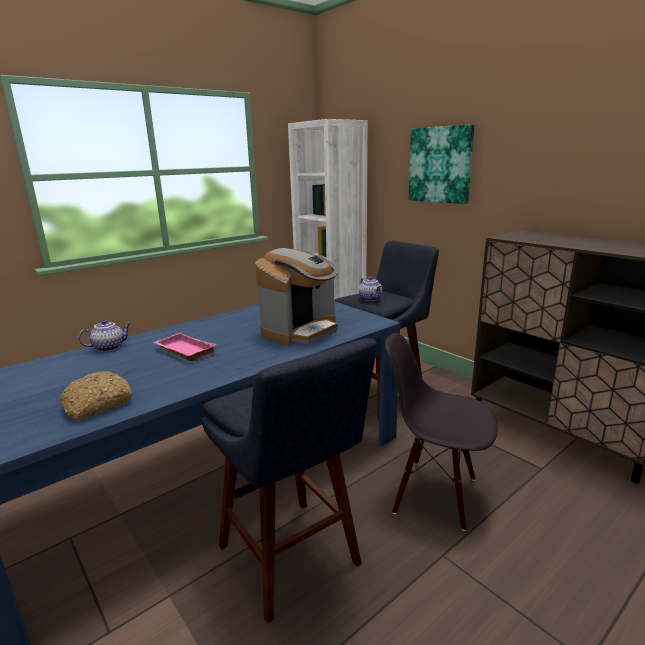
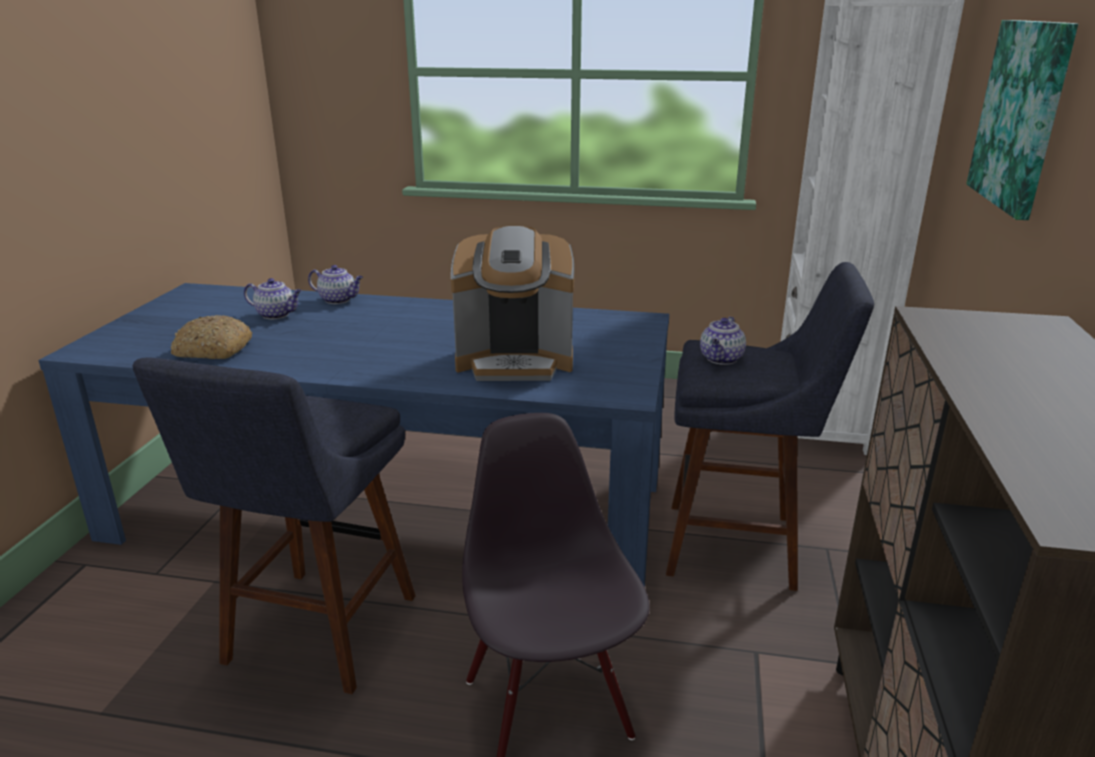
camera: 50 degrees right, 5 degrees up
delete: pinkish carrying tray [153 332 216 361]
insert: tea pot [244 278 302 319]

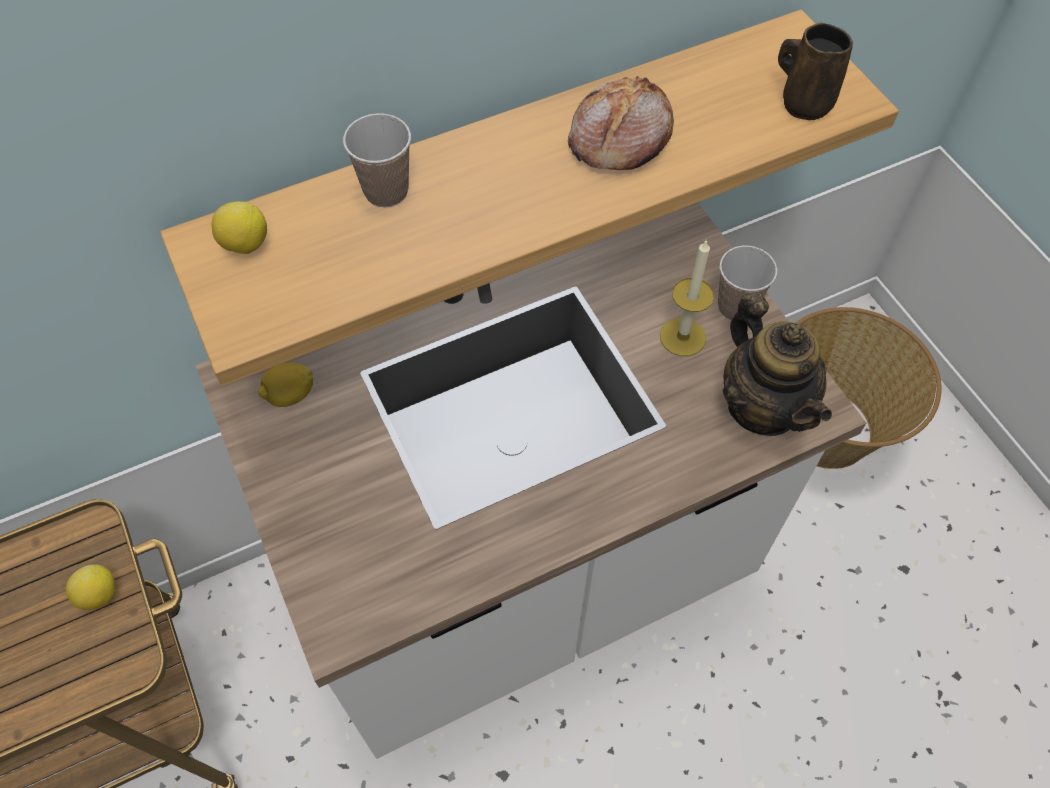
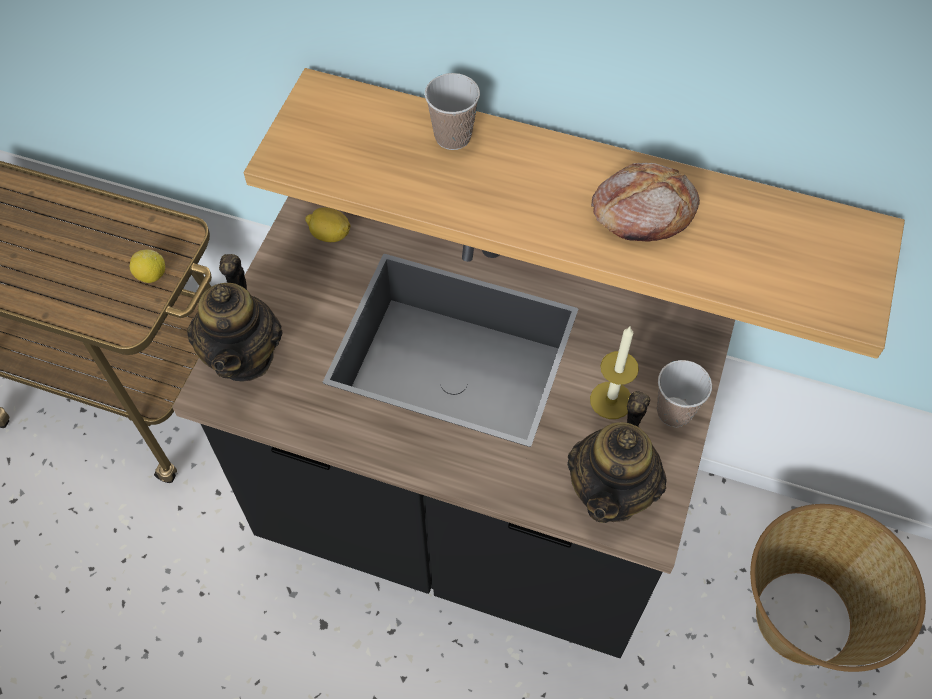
camera: 45 degrees right, 0 degrees up
delete: citrus fruit [212 201 267 254]; brown mug [778 23 853 120]
insert: tea pot [187 254 282 382]
recolor: white-coloured kitchen counter [195 202 866 759] to blackish kitchen counter [172 196 735 658]

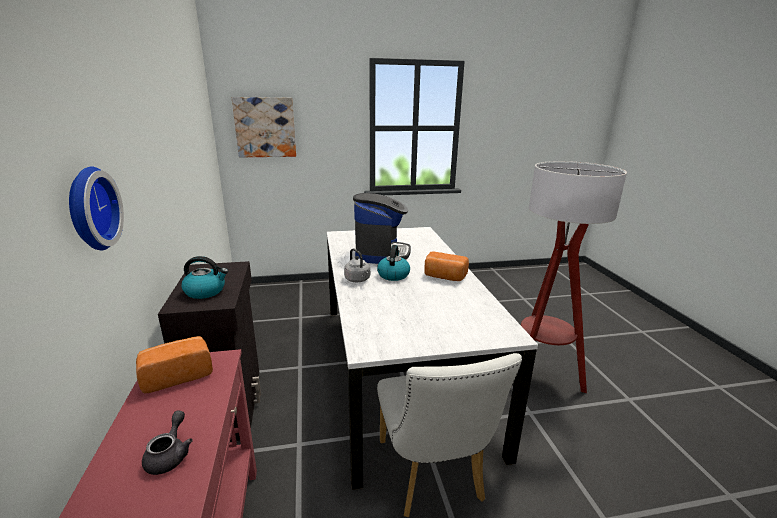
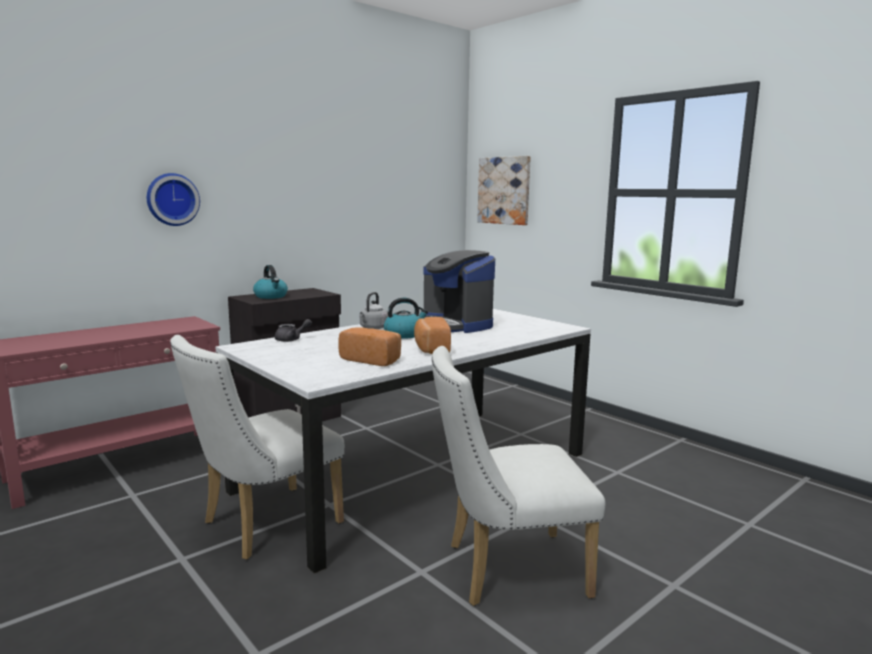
camera: 60 degrees right, 10 degrees down
move: bakery bread [136 336 213 393] to [338 327 401 366]; grey tea pot [142 411 193 475] to [275 319 312 342]
replace: floor lamp [521 161 627 393] to white-coloured plain chair [432 346 605 606]
rotate: coffee machine [353 193 411 264] = [423 250 495 333] 75 degrees clockwise

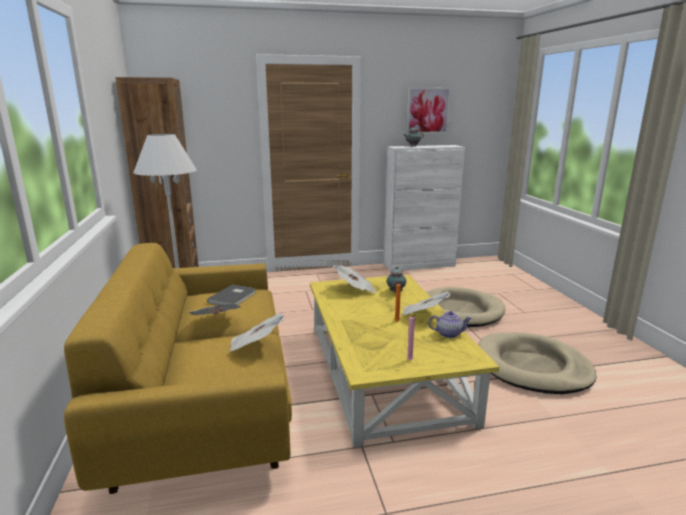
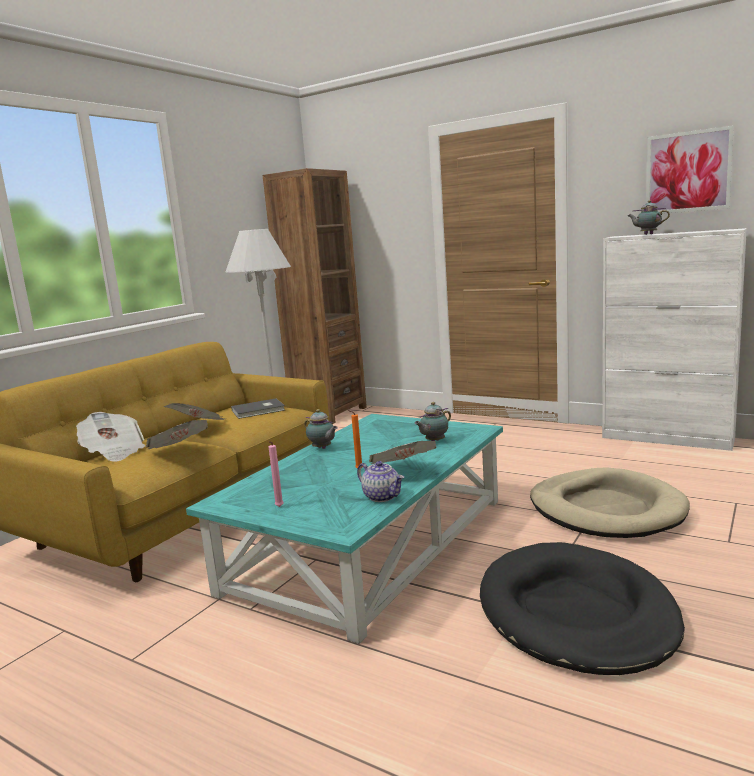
camera: 45 degrees right, 5 degrees down
insert: tea pot [304 409 338 449]
move: newspaper [333 266 377 293] to [76 412 145 462]
recolor: yellowish lounge table [310 275 499 447] to blue-green lounge table [186 414 503 644]; sand-coloured pet bed [478 332 596 394] to blackish pet bed [480 542 685 675]

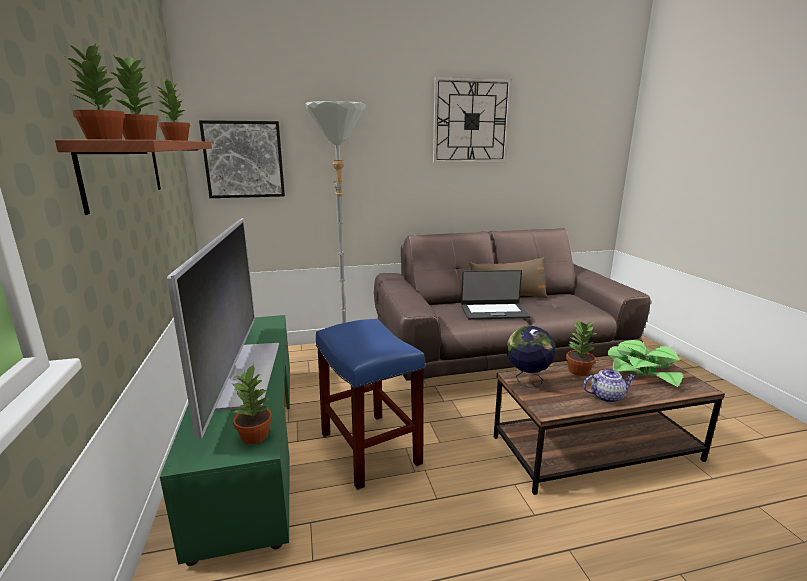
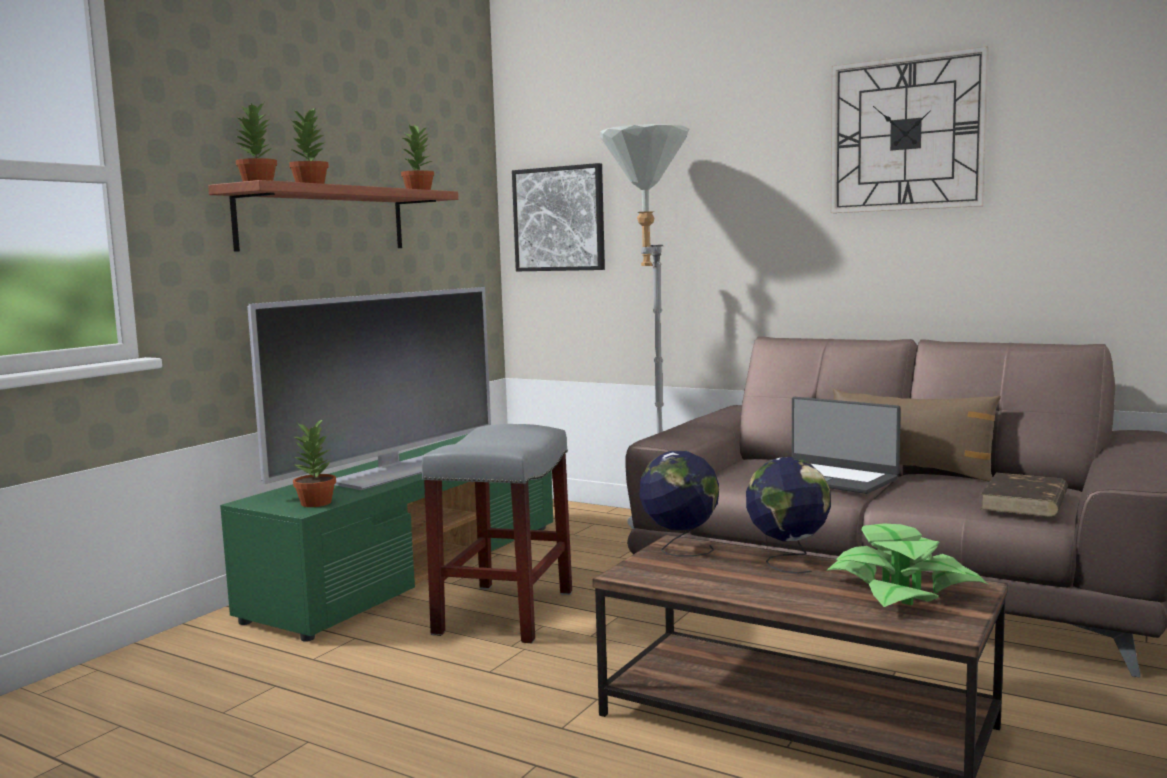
camera: 45 degrees right, 10 degrees down
delete: tea pot [583 369 636 403]
insert: brown bound book [981 473 1068 517]
replace: houseplant [566 320 596 376] to world globe [746 457 831 574]
recolor: blue-coloured stool [316 319 425 490] to grey stool [422 424 572 643]

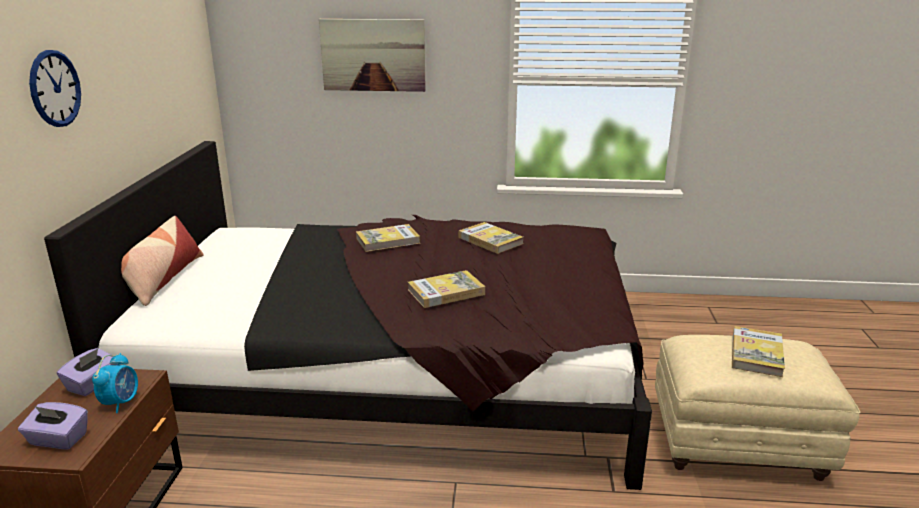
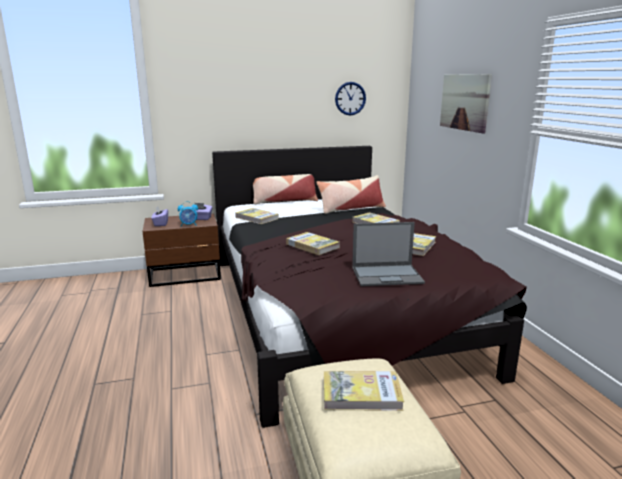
camera: 70 degrees right, 5 degrees down
insert: bound book [235 208 279 224]; pillow [316 175 386 214]; laptop [352 222 425 286]
move: wall clock [29 50 81 127] to [335 82 366 115]

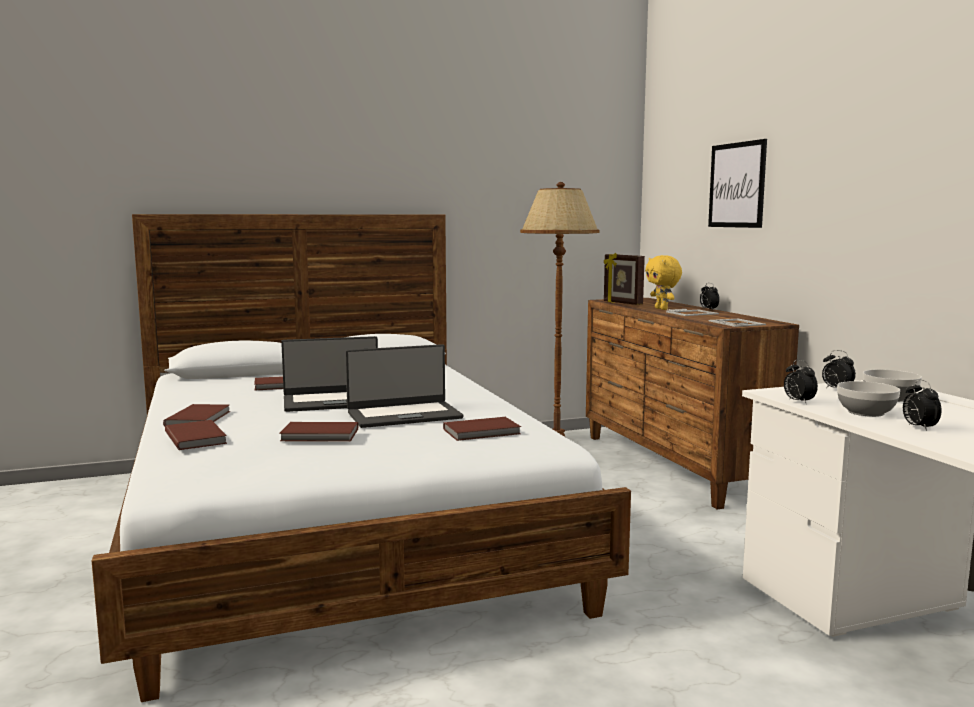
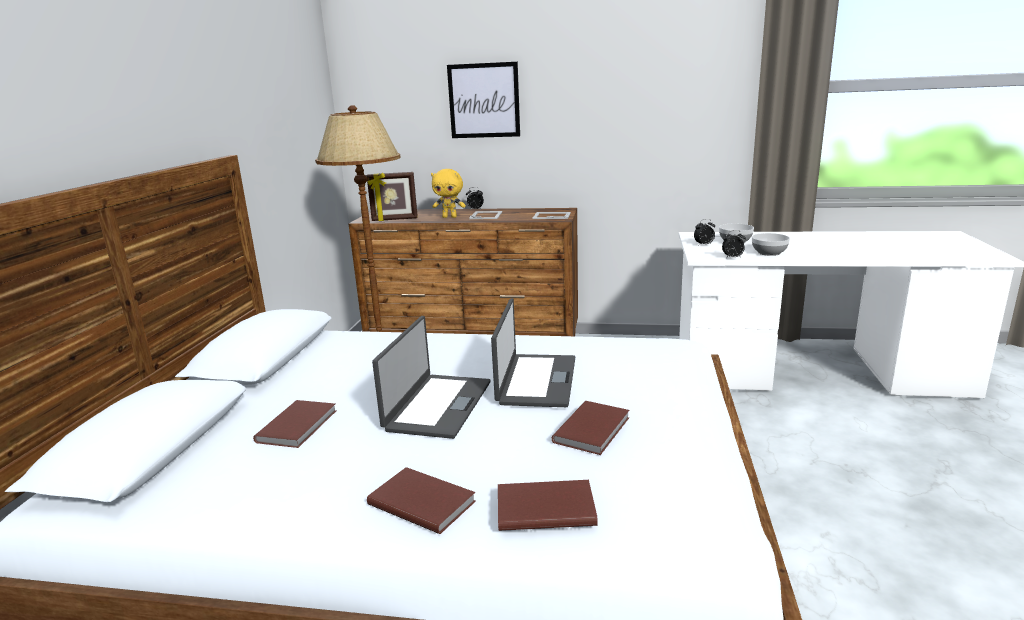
camera: 60 degrees left, 10 degrees up
delete: brown bound book [443 417 521 441]; bedside clock [903 380 942 431]

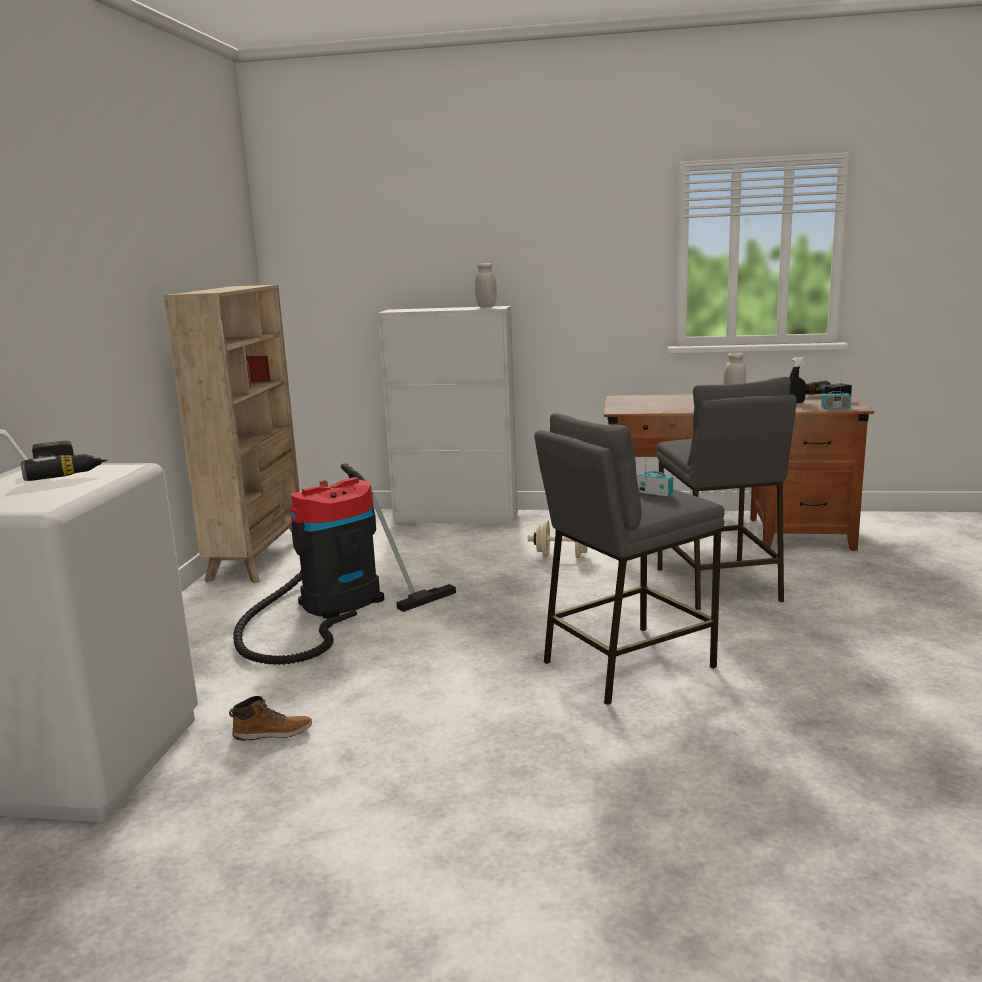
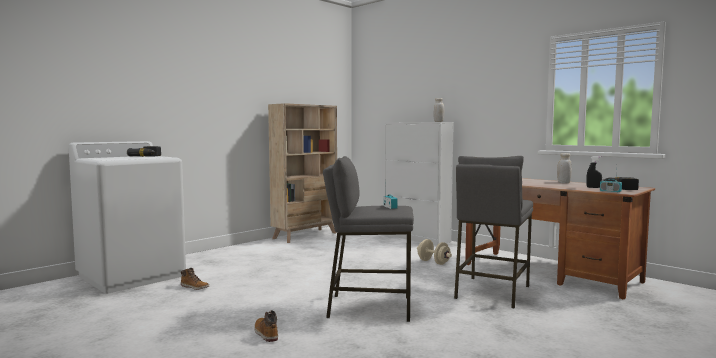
camera: 35 degrees right, 10 degrees down
delete: hoover [233 464 456 665]
insert: tall boot [255 310 278 342]

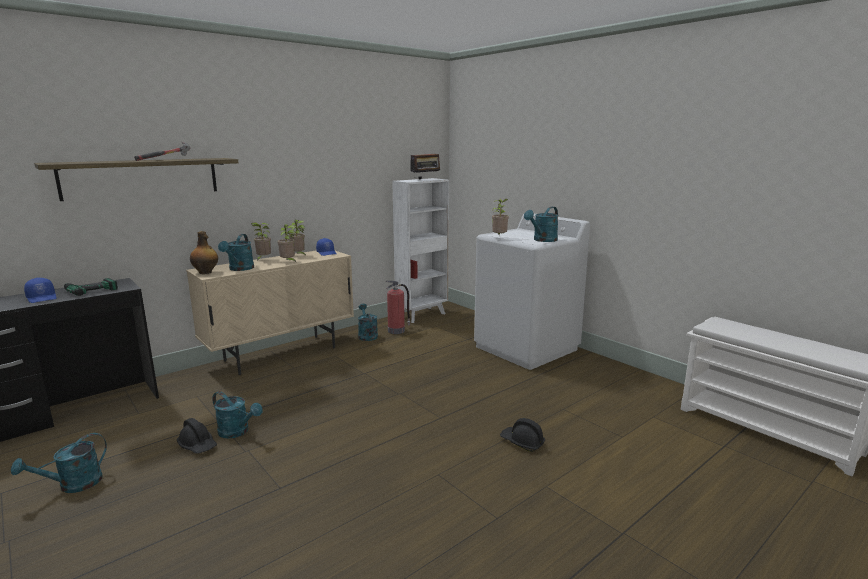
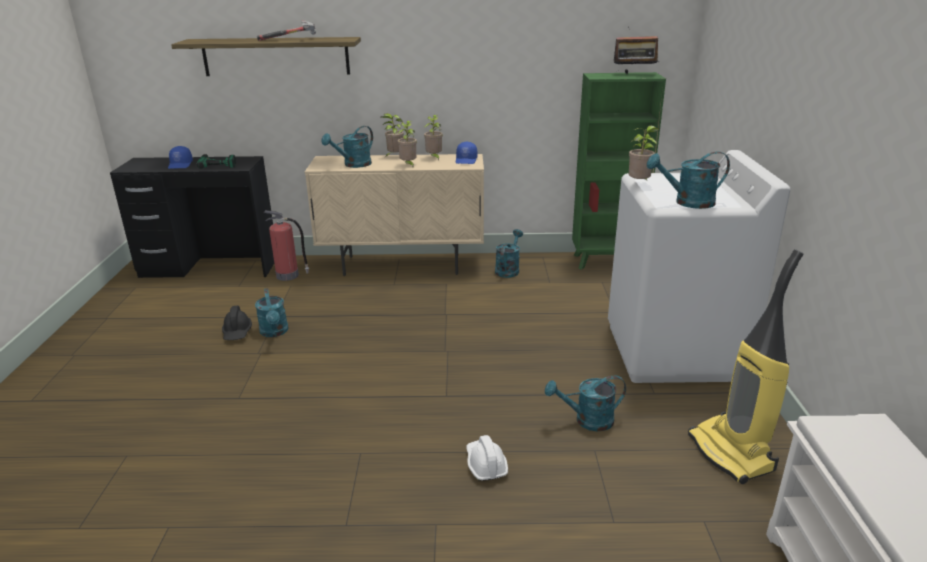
camera: 40 degrees right, 10 degrees up
delete: drink bottle [190 231 218 274]
insert: hoover [688 249 803 484]
move: blue-green sprinkling can [11 433 107 493] to [545 375 626 431]; fire-fighting cylinder [385 281 411 334] to [264 210 309 281]
recolor: white-coloured shelving unit [392 178 449 323] to green-coloured shelving unit [572 72 666 270]; blackish work helmet [500 418 545 452] to white-coloured work helmet [466 435 508 481]

